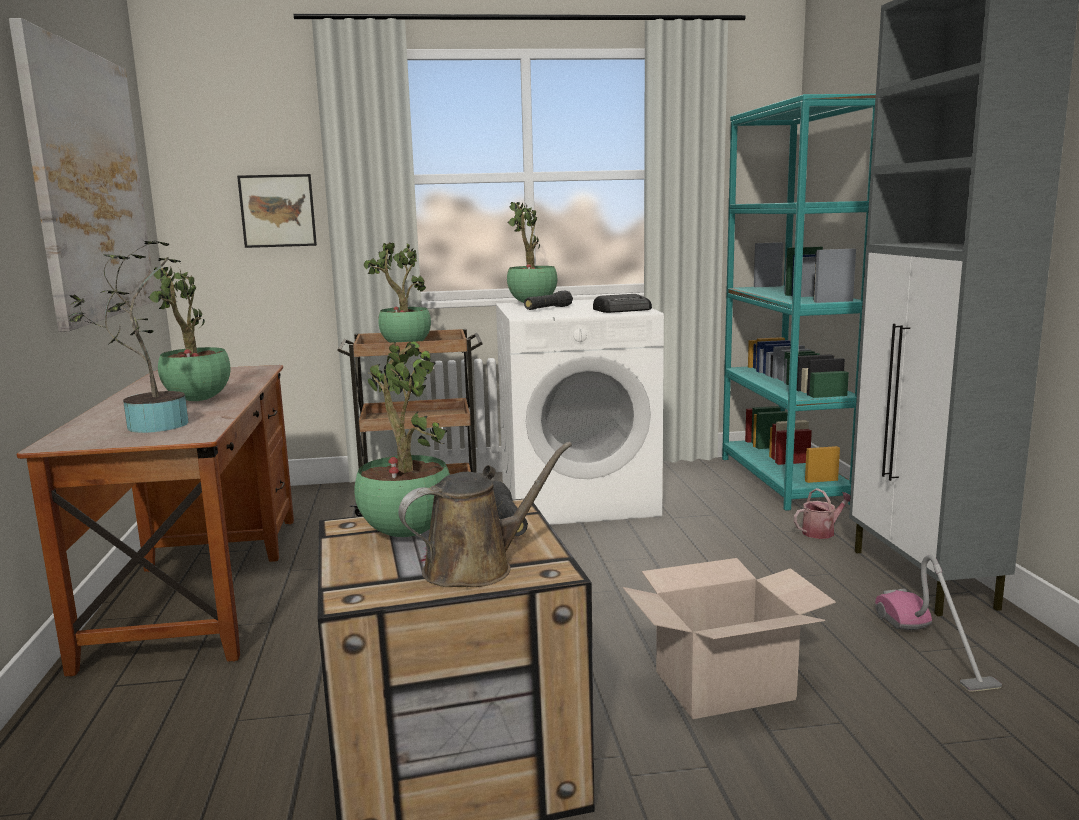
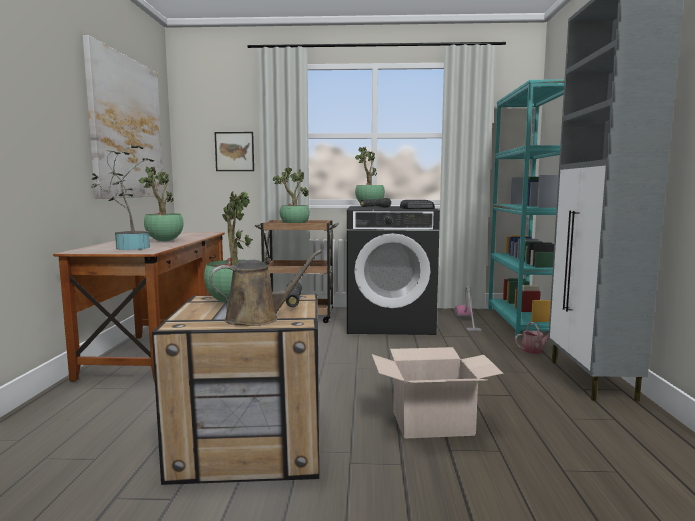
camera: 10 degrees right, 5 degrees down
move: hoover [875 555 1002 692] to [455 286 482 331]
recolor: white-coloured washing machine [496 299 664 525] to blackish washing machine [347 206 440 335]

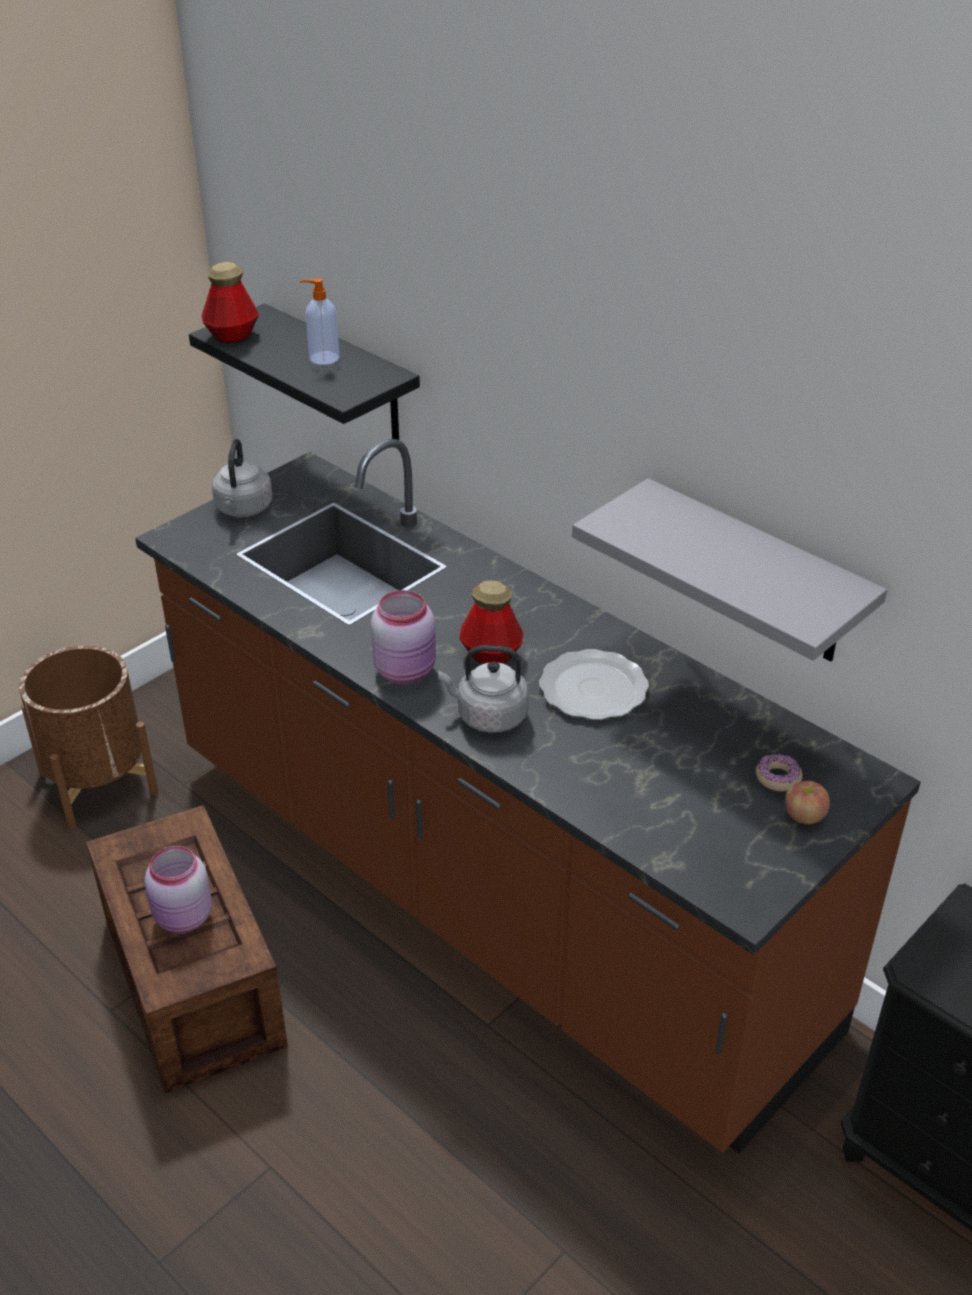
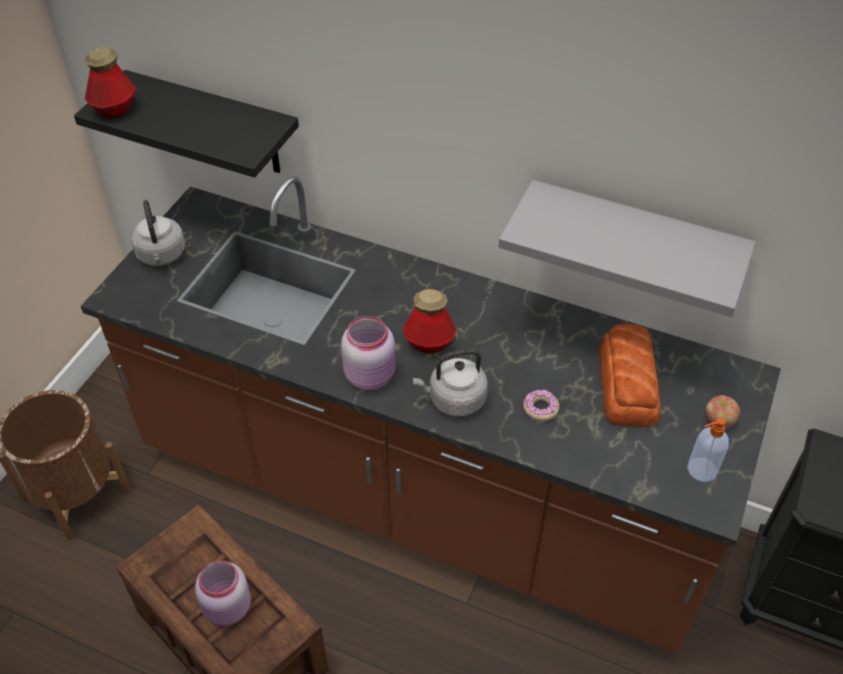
camera: 20 degrees left, 10 degrees up
delete: flat dish [539 649 649 720]
insert: bakery bread [599 324 661 427]
move: soap bottle [300 278 340 365] to [687 417 729 482]; donut [756 754 803 792] to [523 389 559 421]

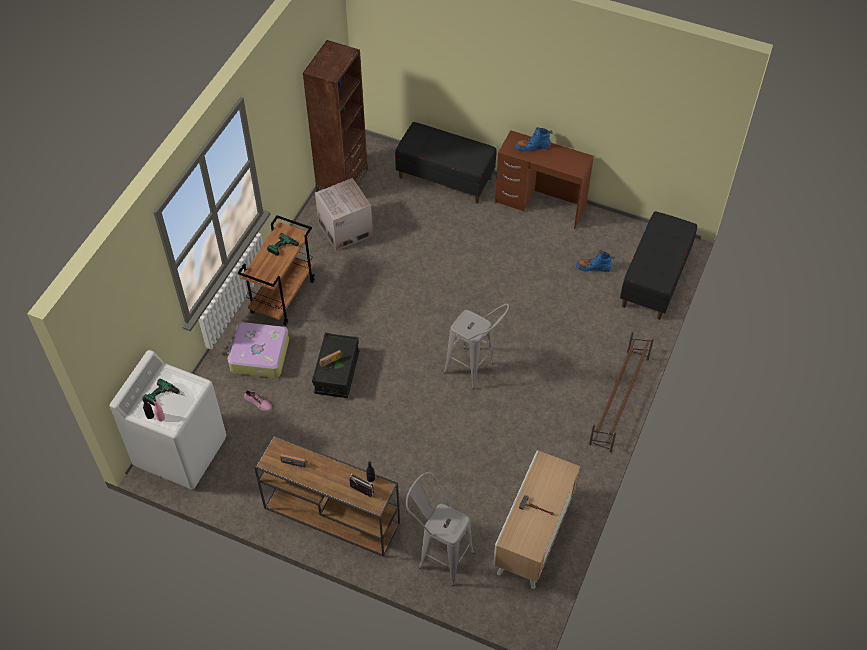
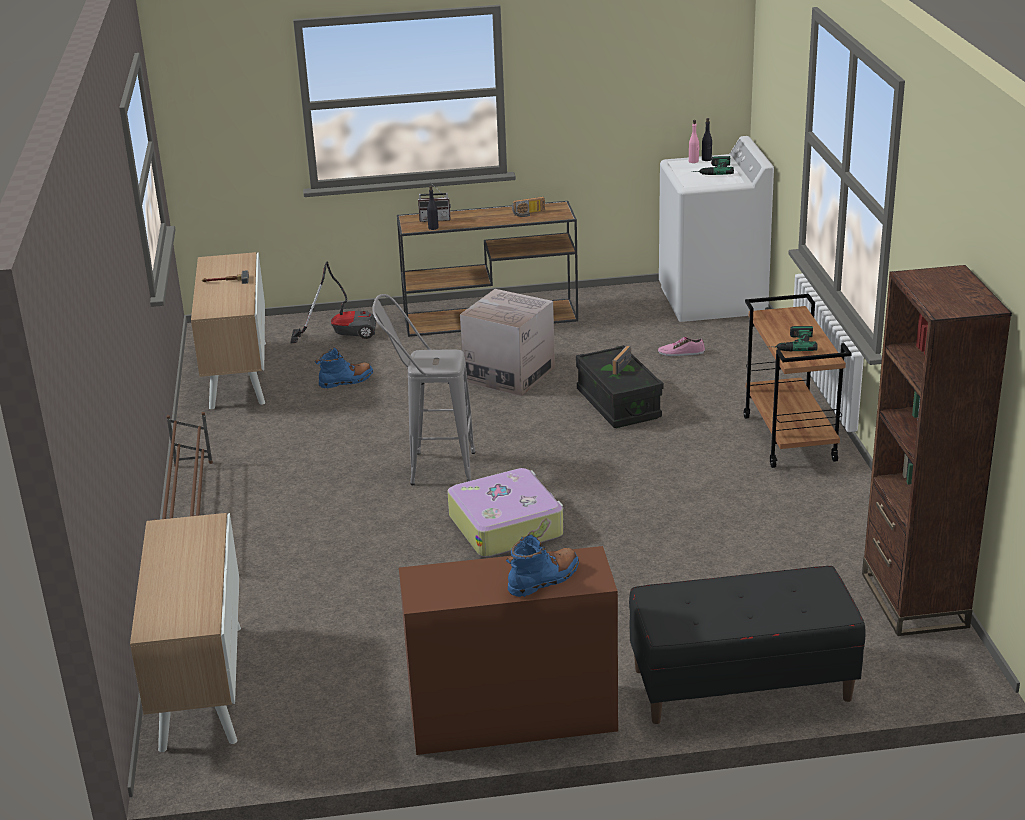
camera: 150 degrees right, 25 degrees down
move: suitcase [227 322 289 378] to [447 468 563 557]; packing box [315 178 373 251] to [460 289 555 396]; blue-coloured tall boot [576 250 615 272] to [315 348 373 389]
replace: grey stool [406 472 474 586] to hoover [291 262 376 343]; blackish indoor bench [620 211 697 320] to cupboard [130 513 241 752]

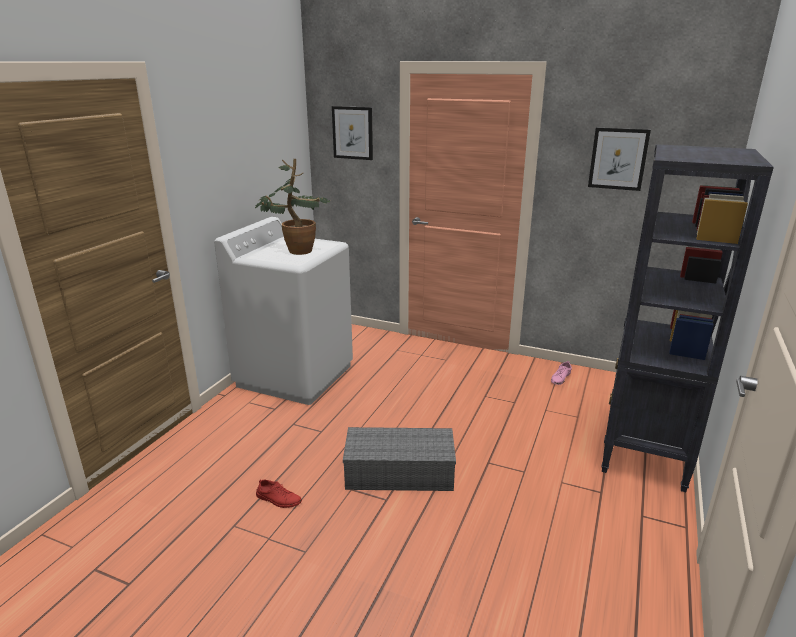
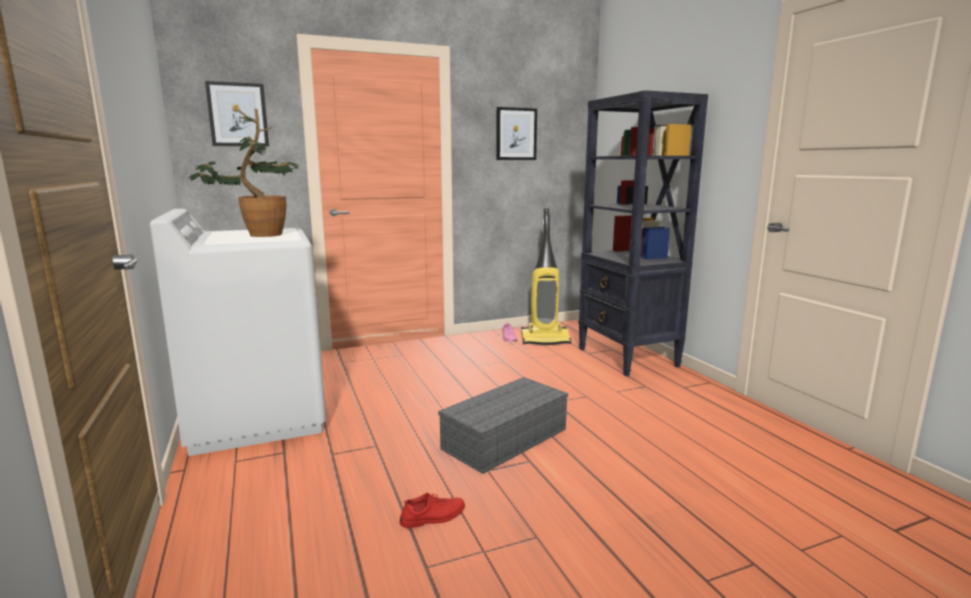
camera: 45 degrees left, 10 degrees down
insert: hoover [521 208 571 345]

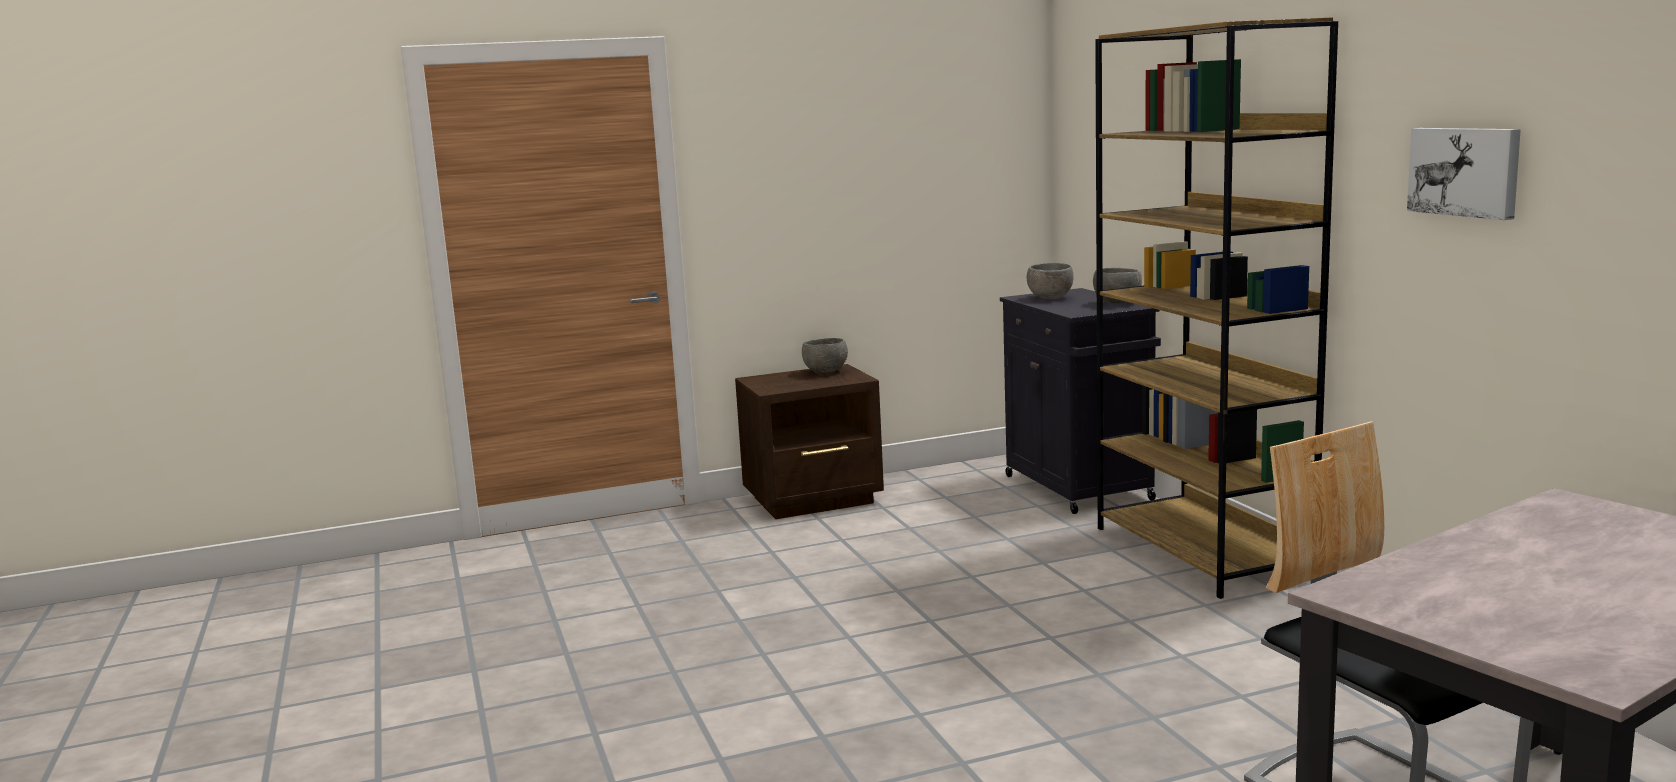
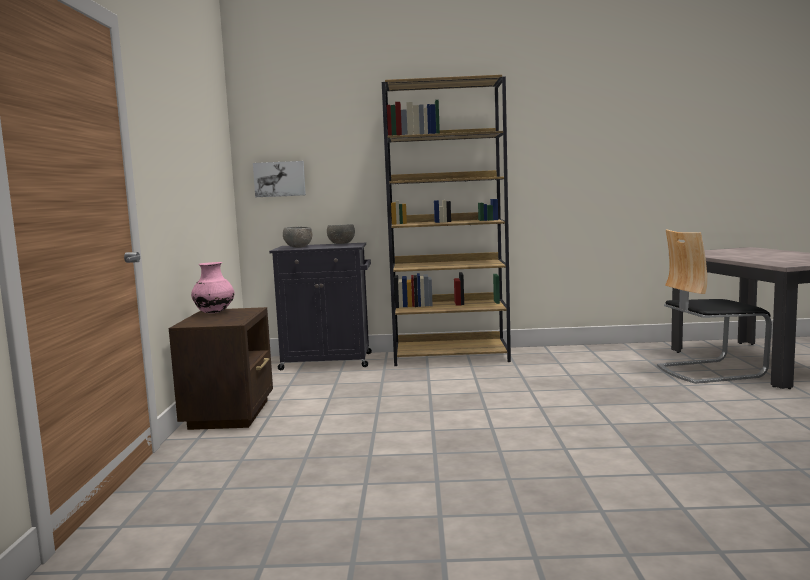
camera: 70 degrees left, 5 degrees down
move: wall picture [1407 128 1521 220] to [253 161 306 197]
replace: grey serving bowl [802 338 848 373] to pinkish decorative vase [191 262 235 313]

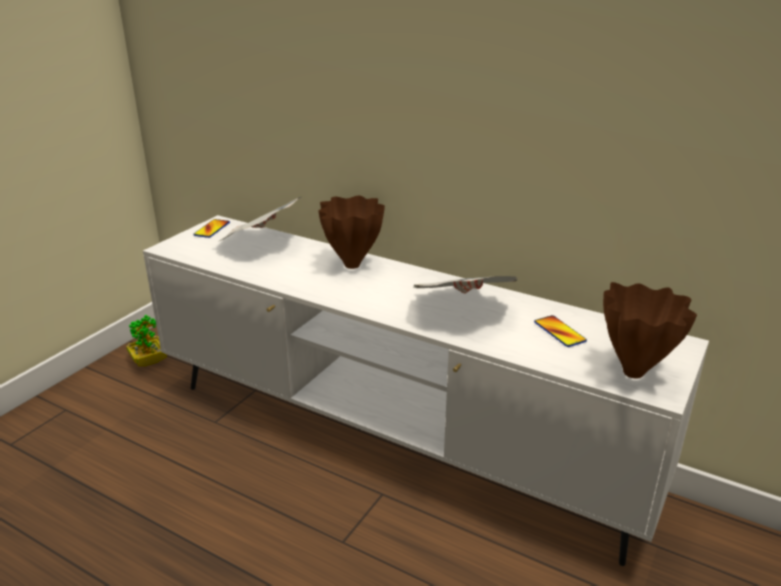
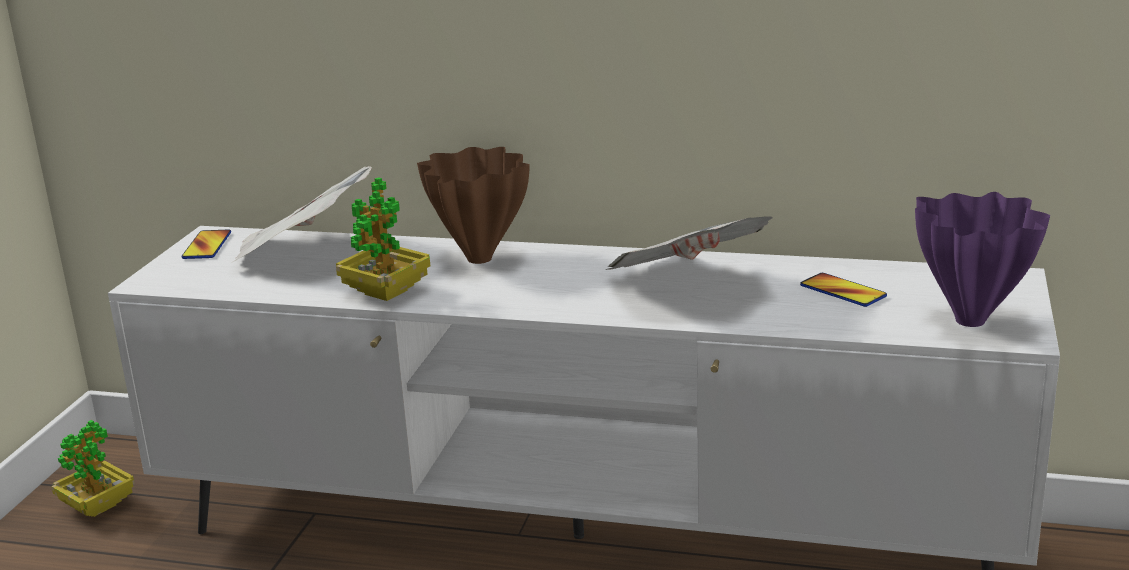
camera: 15 degrees left, 5 degrees down
insert: houseplant [336 177 430 301]
recolor: brown decorative vase [603 282 697 378] to purple decorative vase [915 192 1050 327]

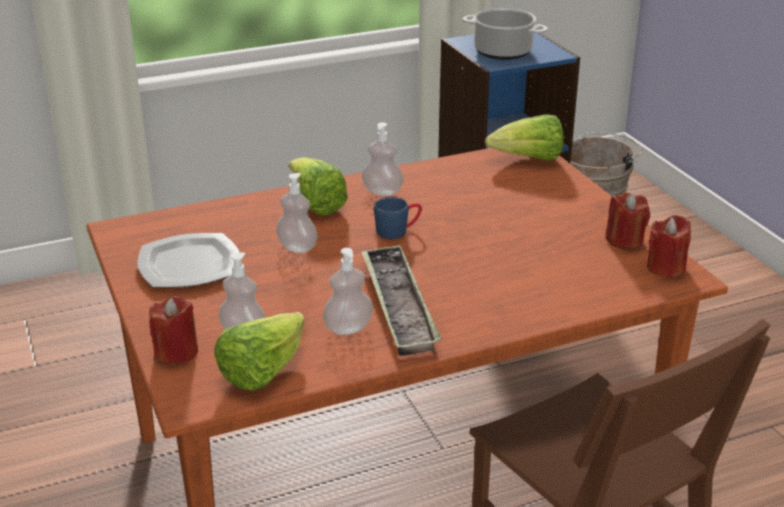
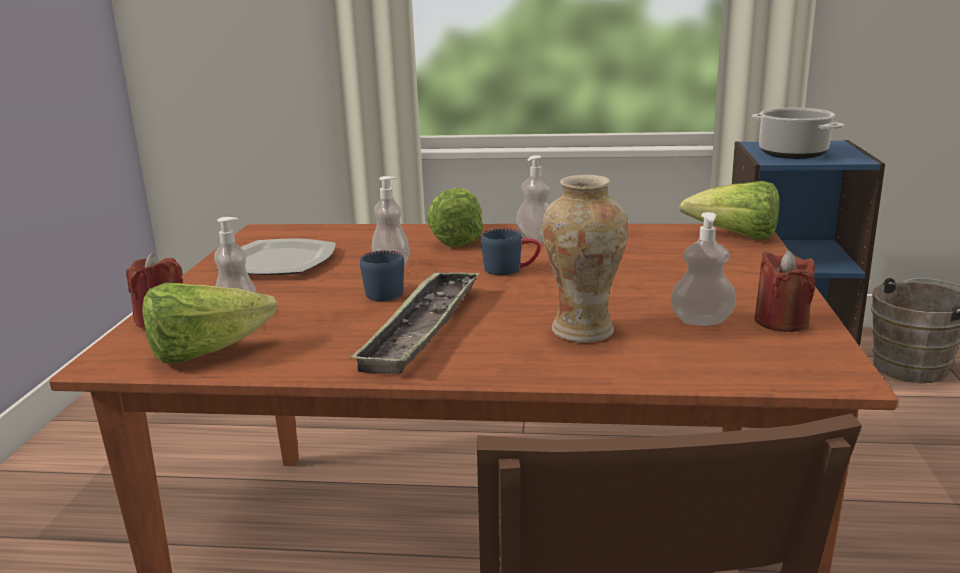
camera: 30 degrees right, 10 degrees down
delete: red-coloured wax light [647 215 691 278]
insert: blue-coloured mug [360 250 404 301]; decorative vase [542 175 628 342]
move: soap bottle [323 248 373 335] to [671 212 736 326]

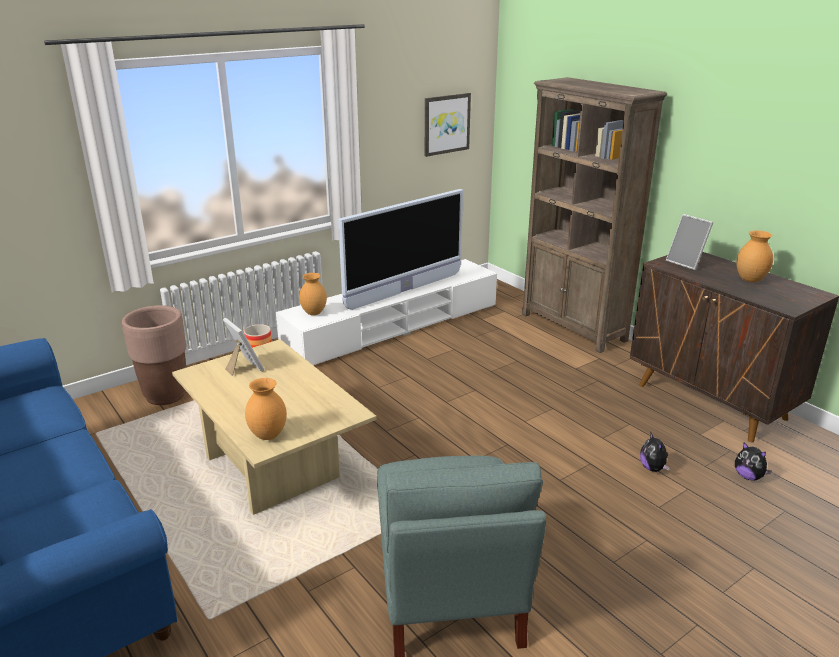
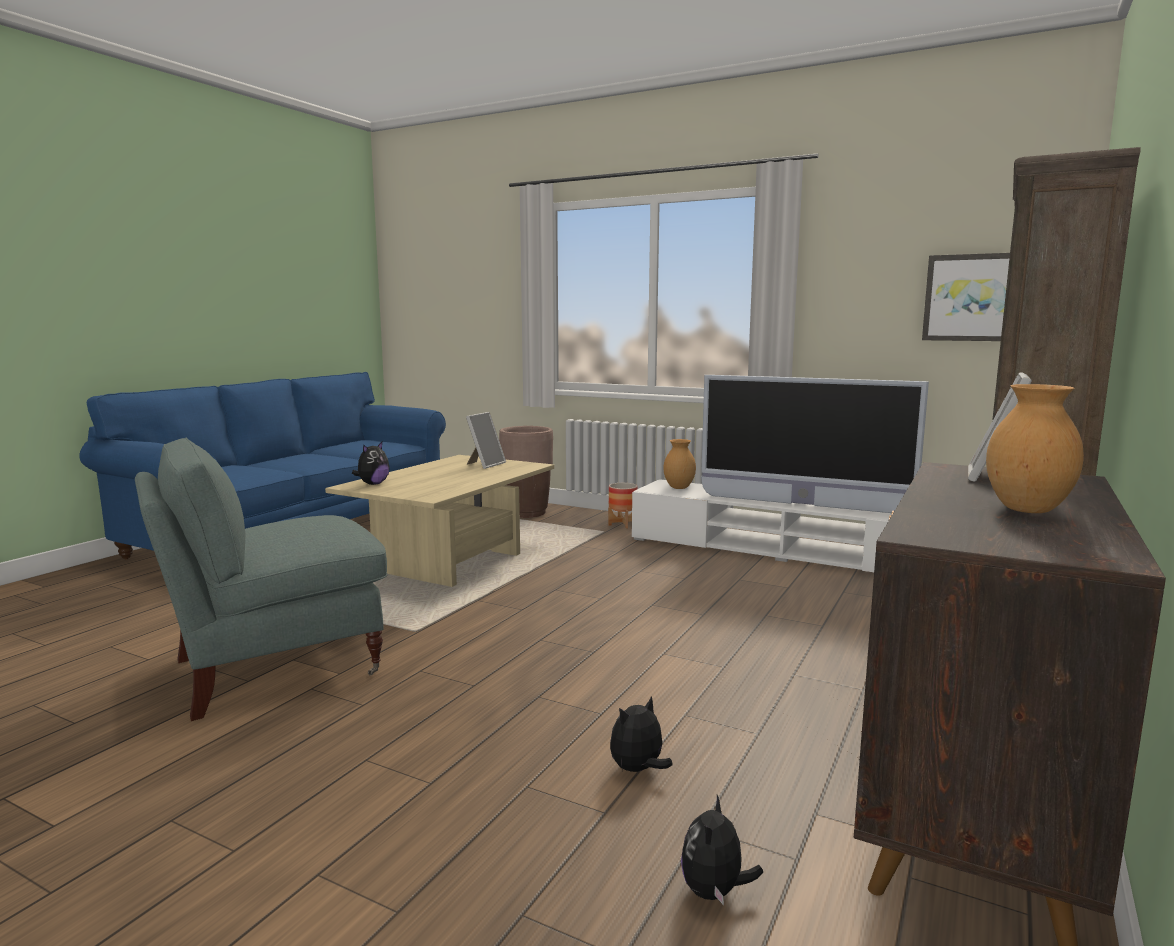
camera: 65 degrees right, 15 degrees down
replace: brown decorative vase [245 378 287 440] to plush toy [352 442 390 485]

